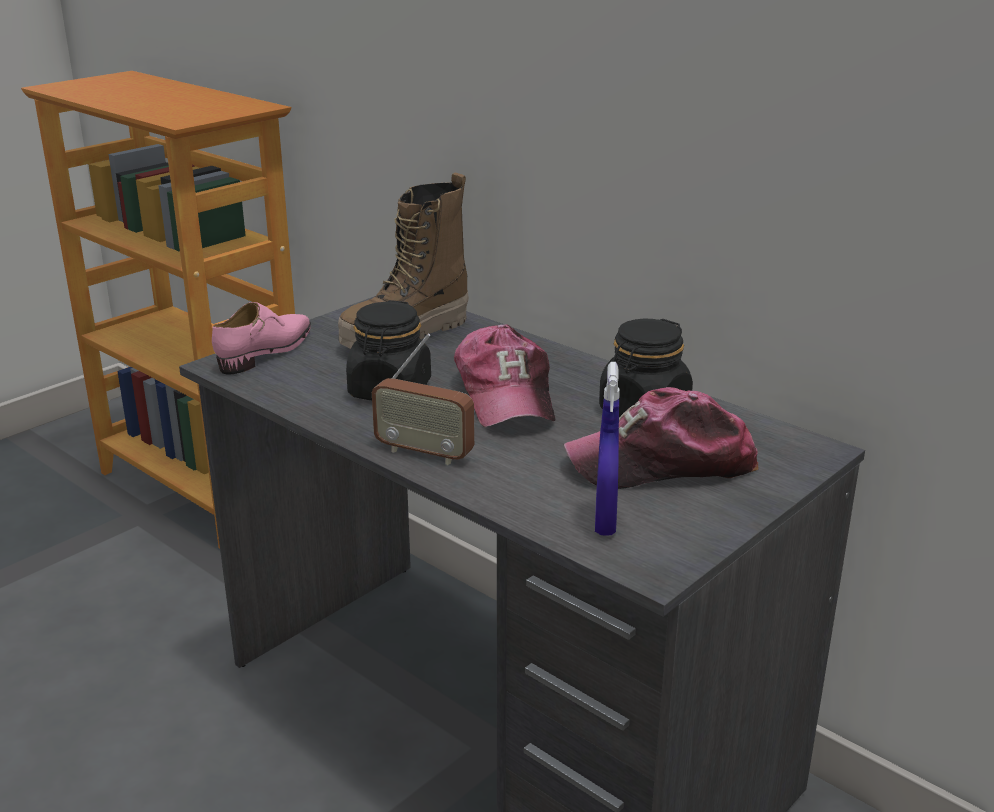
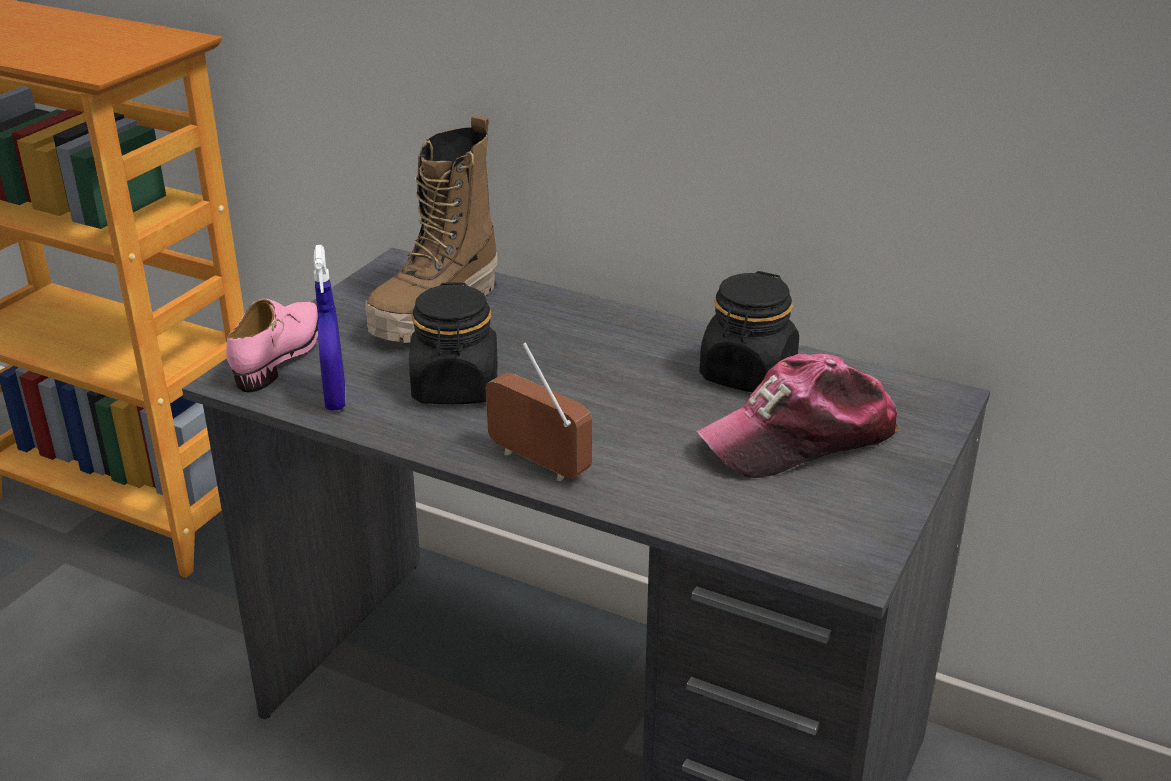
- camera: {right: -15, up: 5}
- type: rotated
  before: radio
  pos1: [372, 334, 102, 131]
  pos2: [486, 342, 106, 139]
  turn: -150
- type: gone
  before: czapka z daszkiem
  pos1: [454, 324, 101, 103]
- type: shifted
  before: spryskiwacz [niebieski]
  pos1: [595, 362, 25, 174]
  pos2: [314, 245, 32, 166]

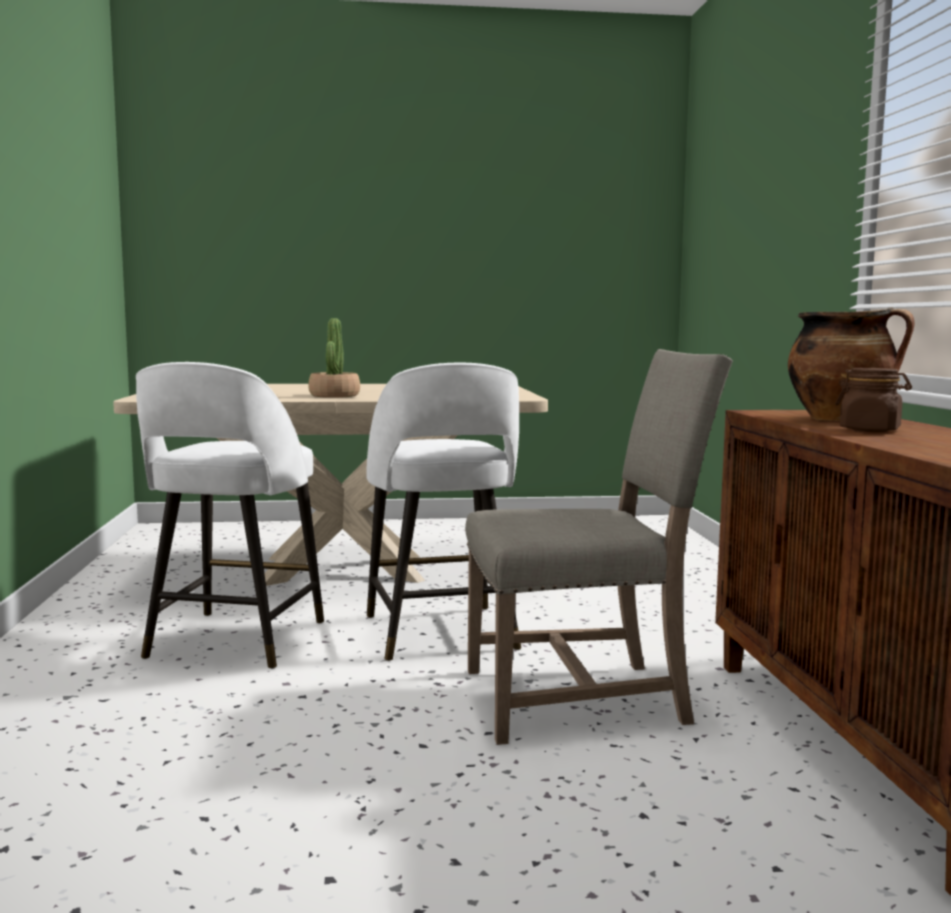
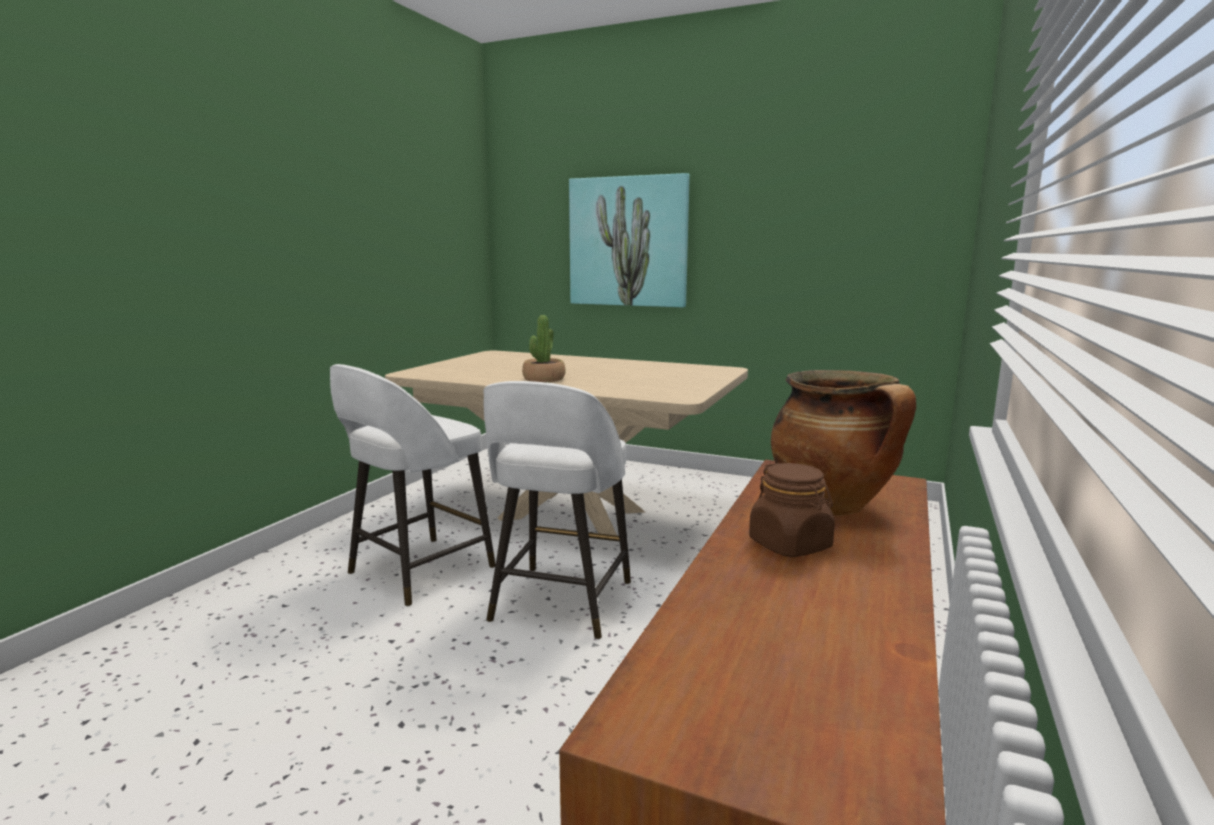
- camera: {right: 30, up: 5}
- type: gone
  before: krzesło [beżowy]
  pos1: [465, 349, 268, 396]
- type: new
  after: obraz
  pos2: [569, 173, 121, 134]

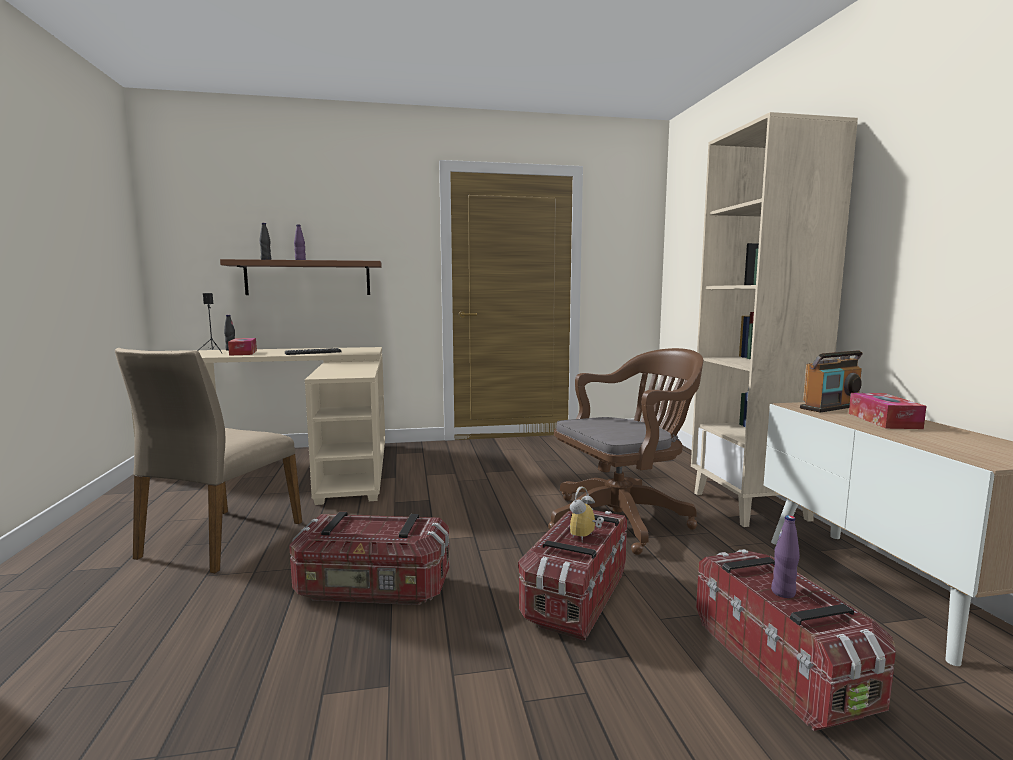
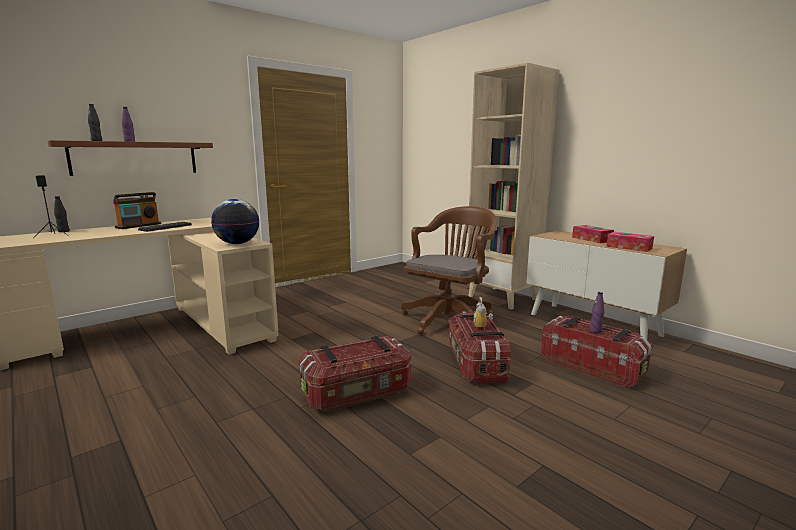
- camera: {right: -30, up: 5}
- type: gone
  before: krzesło [beżowy]
  pos1: [115, 348, 187, 225]
- type: shifted
  before: pudełko chusteczek
  pos1: [228, 338, 29, 18]
  pos2: [606, 232, 48, 20]
- type: shifted
  before: radio
  pos1: [800, 350, 63, 63]
  pos2: [113, 192, 48, 37]
- type: new
  after: globus
  pos2: [211, 199, 49, 45]

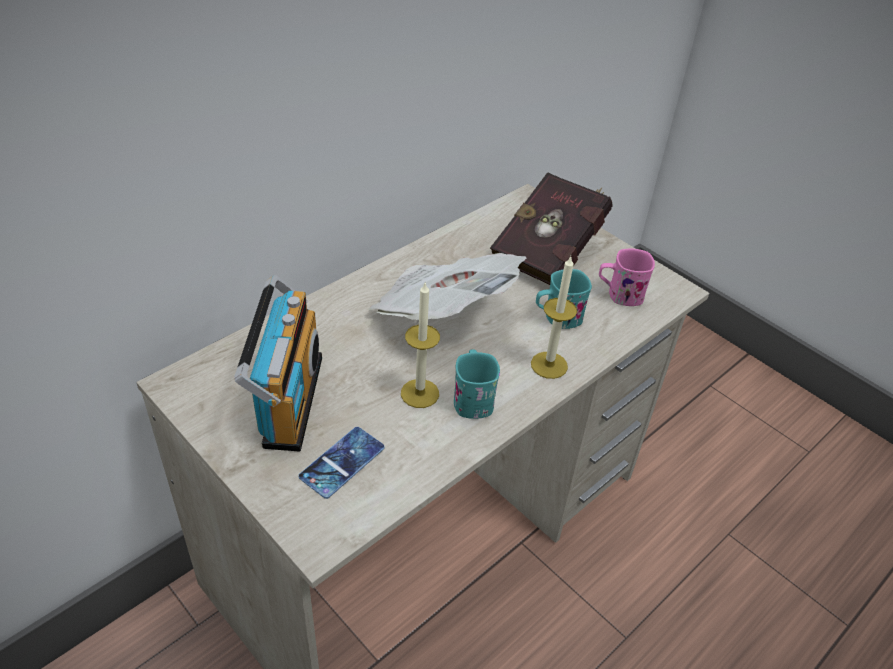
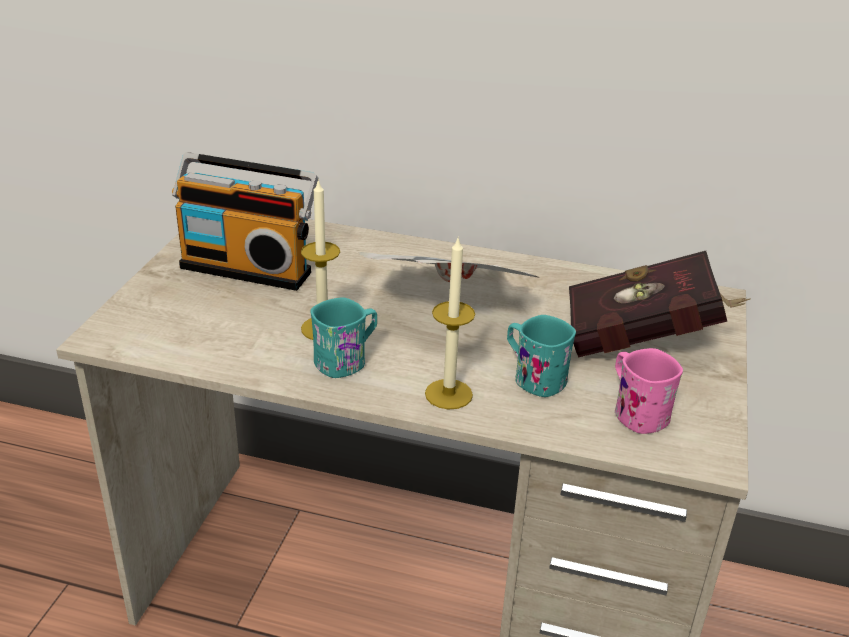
- camera: {right: 60, up: -10}
- type: rotated
  before: radio
  pos1: [234, 275, 88, 177]
  pos2: [172, 152, 147, 139]
  turn: 45
- type: gone
  before: telefon
  pos1: [298, 427, 87, 72]

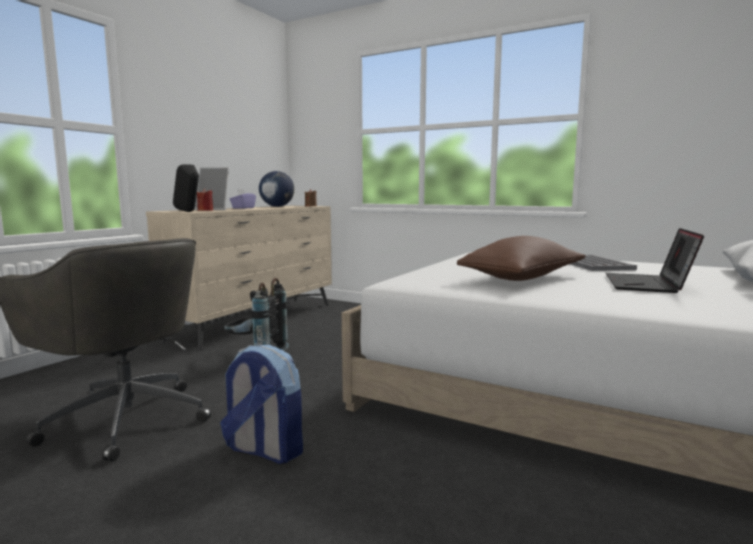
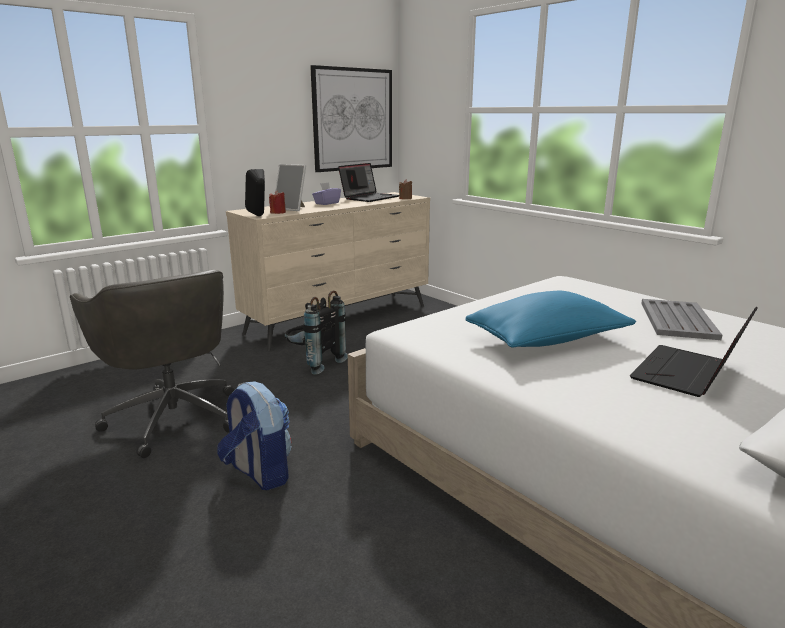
- camera: {right: 20, up: 10}
- type: swapped
  before: globus
  after: laptop
  pos1: [259, 171, 36, 36]
  pos2: [338, 163, 61, 39]
- type: repainted
  before: poduszka [brązowy]
  after: poduszka [niebieski]
  pos1: [457, 236, 129, 45]
  pos2: [465, 291, 171, 57]
- type: new
  after: obraz
  pos2: [310, 65, 82, 107]

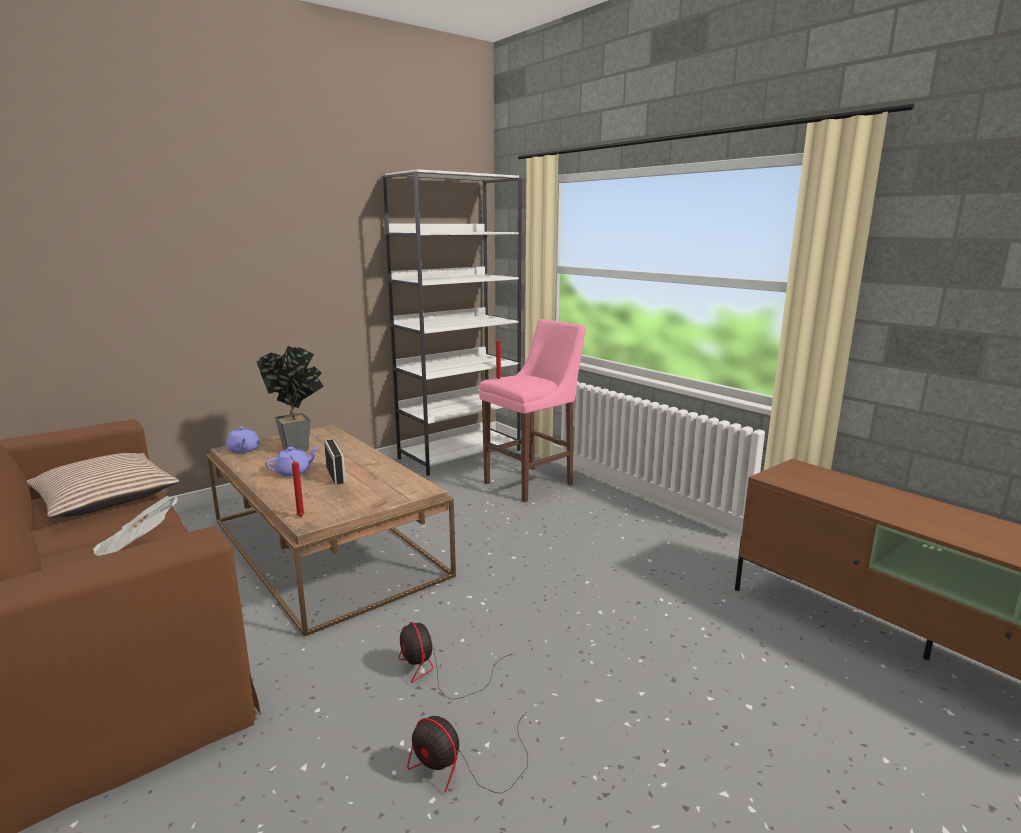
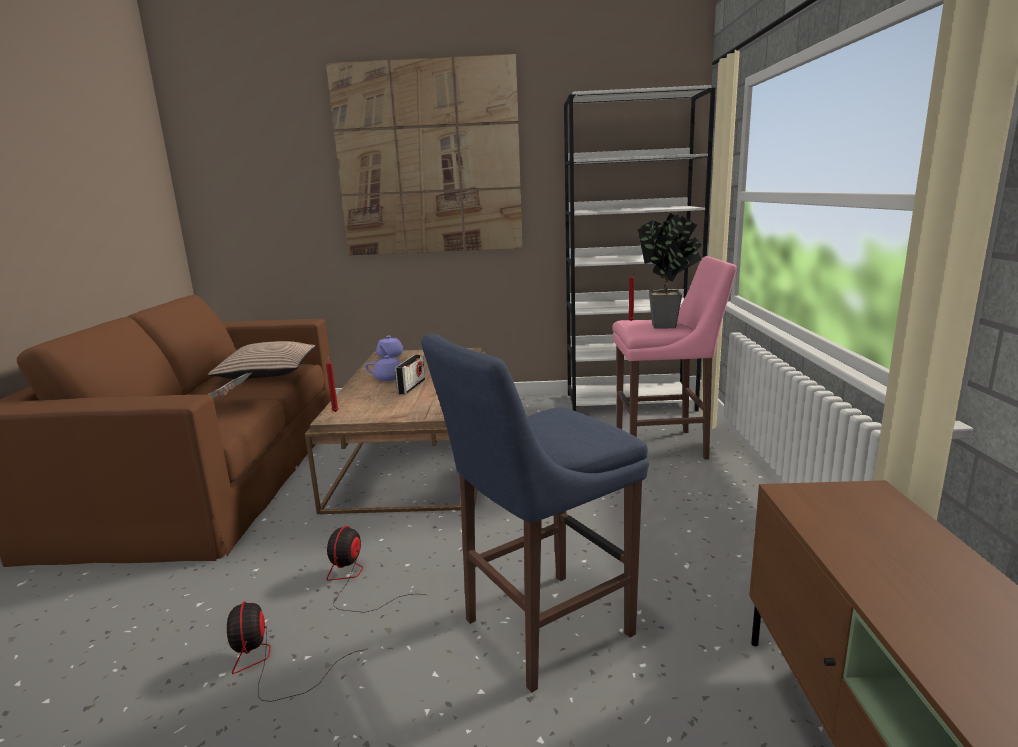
- camera: {right: 40, up: 0}
- type: shifted
  before: roślina doniczkowa
  pos1: [256, 346, 68, 105]
  pos2: [638, 213, 64, 116]
- type: new
  after: obraz
  pos2: [326, 54, 197, 201]
- type: new
  after: stołek [niebieski]
  pos2: [421, 334, 227, 359]

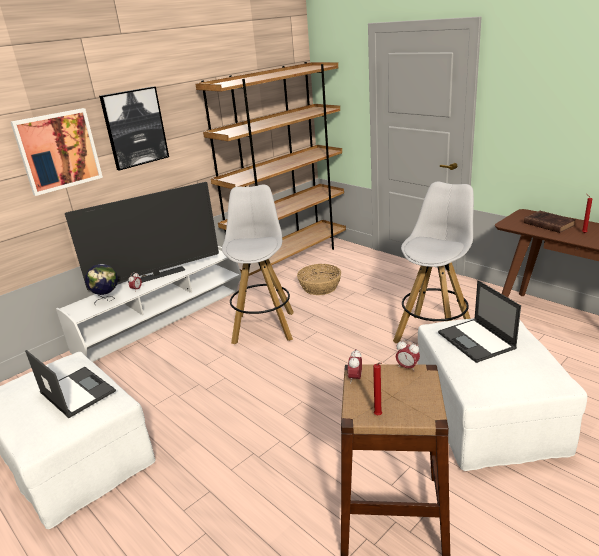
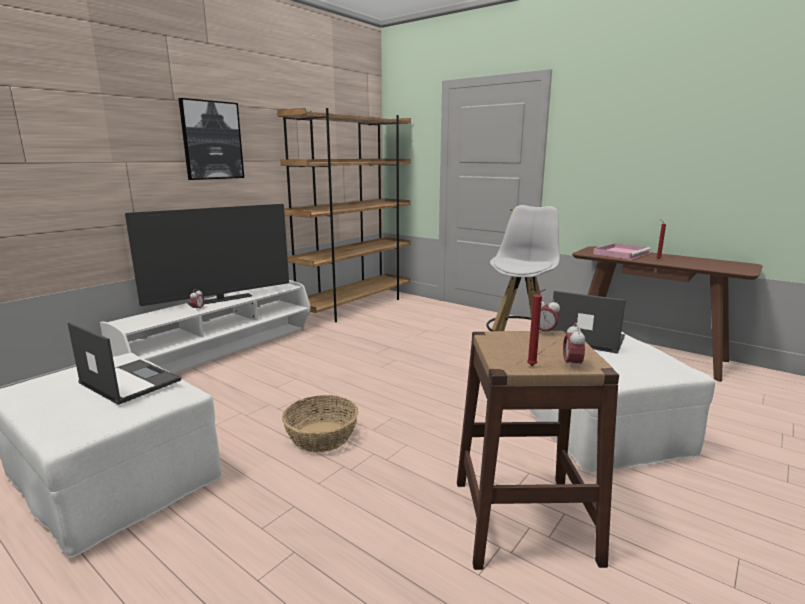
- camera: {right: -10, up: -10}
- type: gone
  before: obraz
  pos1: [11, 108, 92, 88]
- type: gone
  before: globus
  pos1: [85, 264, 33, 40]
- type: gone
  before: stołek [biały]
  pos1: [222, 184, 72, 160]
- type: shifted
  before: koszyk
  pos1: [297, 264, 44, 31]
  pos2: [282, 395, 76, 58]
- type: shifted
  before: budzik
  pos1: [348, 349, 14, 35]
  pos2: [563, 323, 22, 47]
- type: rotated
  before: laptop
  pos1: [438, 280, 83, 83]
  pos2: [550, 291, 76, 63]
  turn: 150
- type: swapped
  before: książka [brązowy]
  after: taca [różowy]
  pos1: [524, 211, 52, 22]
  pos2: [593, 243, 58, 17]

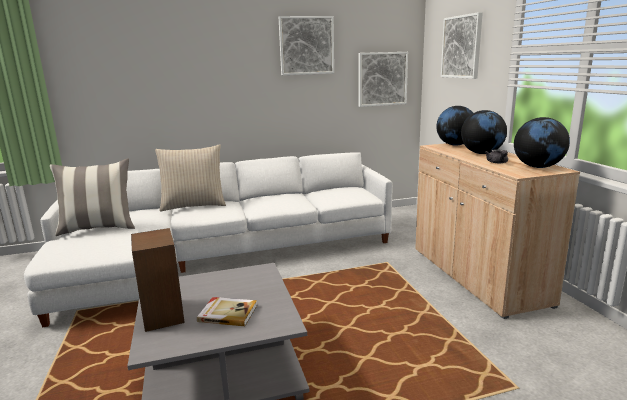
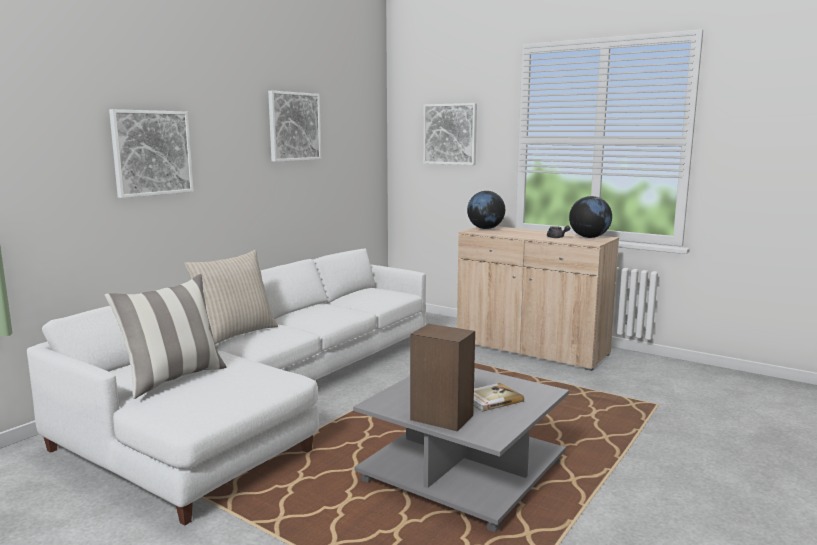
- camera: {right: -40, up: -5}
- type: shifted
  before: obraz
  pos1: [359, 52, 49, 55]
  pos2: [109, 109, 85, 89]
- type: gone
  before: globus
  pos1: [461, 110, 46, 44]

